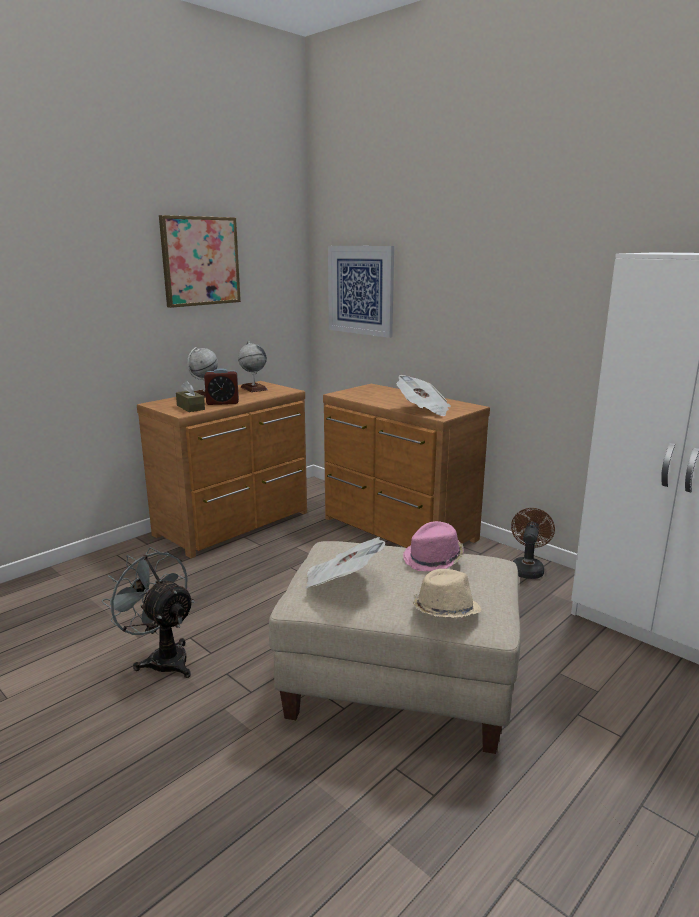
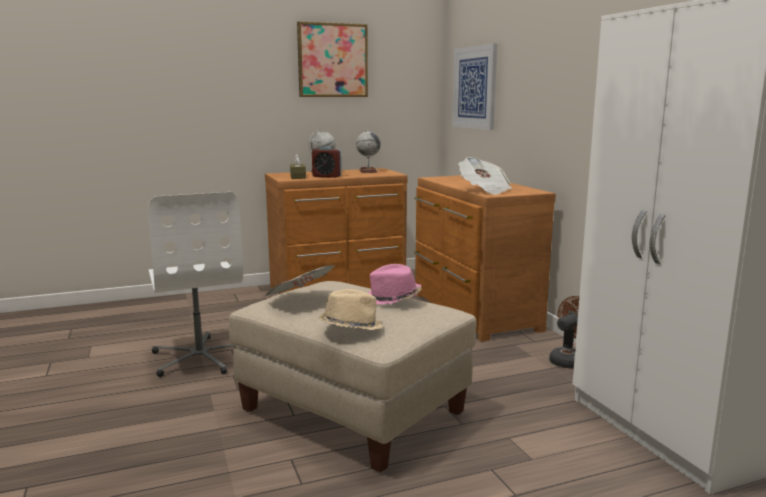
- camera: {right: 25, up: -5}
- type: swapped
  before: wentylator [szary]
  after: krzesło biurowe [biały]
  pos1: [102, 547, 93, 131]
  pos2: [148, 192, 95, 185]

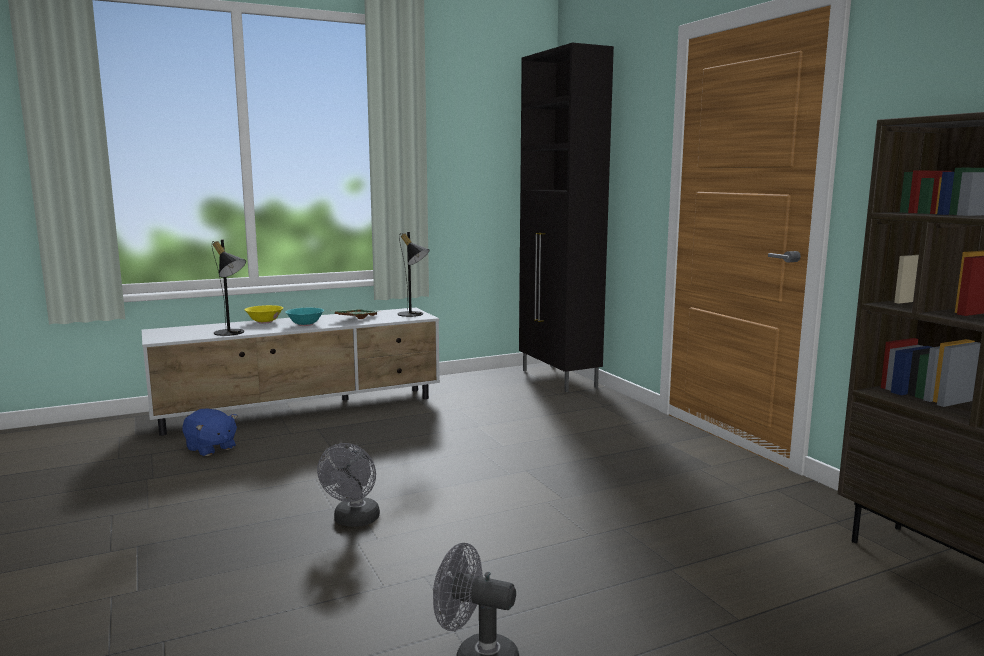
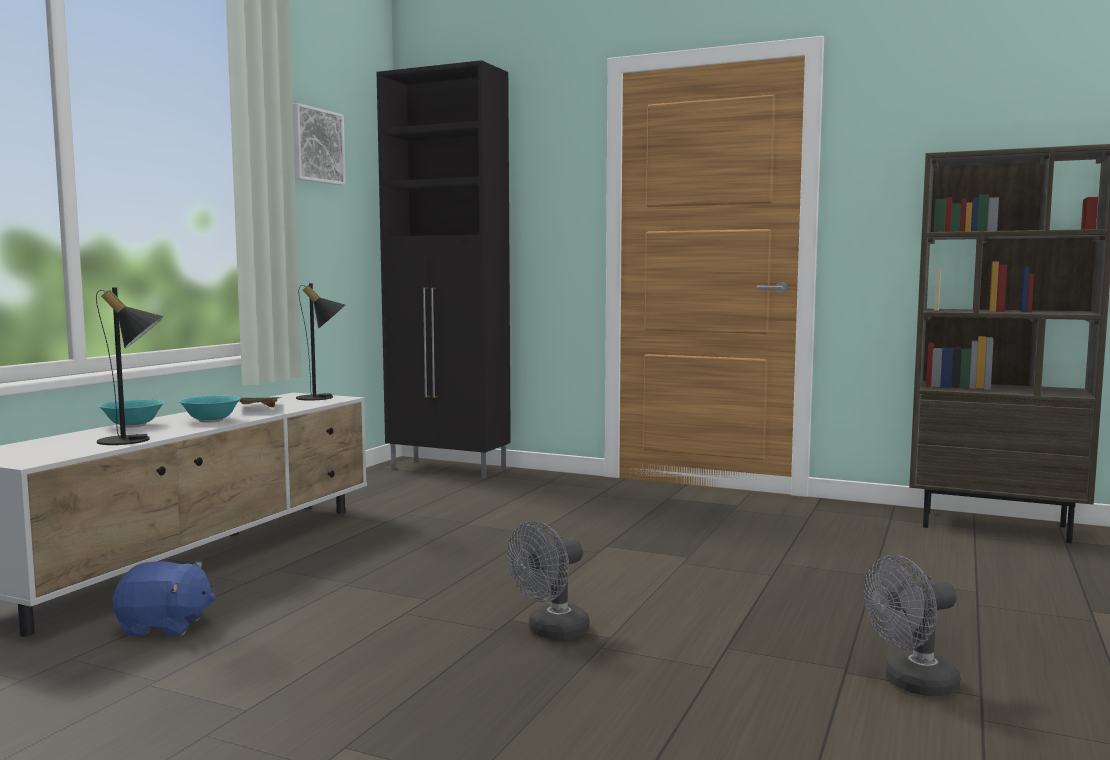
- camera: {right: -40, up: -5}
- type: repainted
  before: miska [żółty]
  after: miska [turkusowy]
  pos1: [244, 305, 39, 19]
  pos2: [99, 400, 66, 28]
- type: rotated
  before: wentylator [szary]
  pos1: [317, 443, 63, 84]
  pos2: [507, 521, 83, 119]
  turn: 75
- type: new
  after: obraz
  pos2: [292, 103, 54, 82]

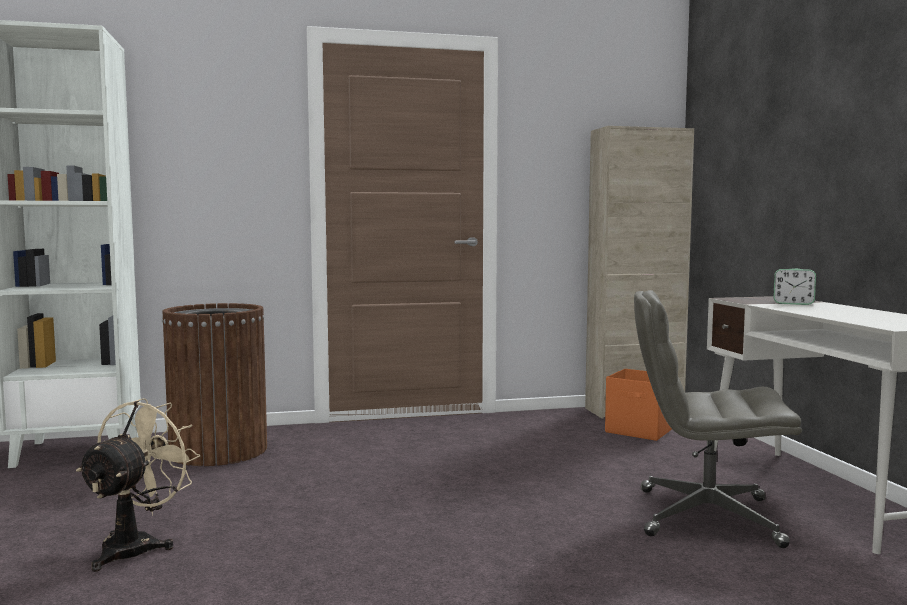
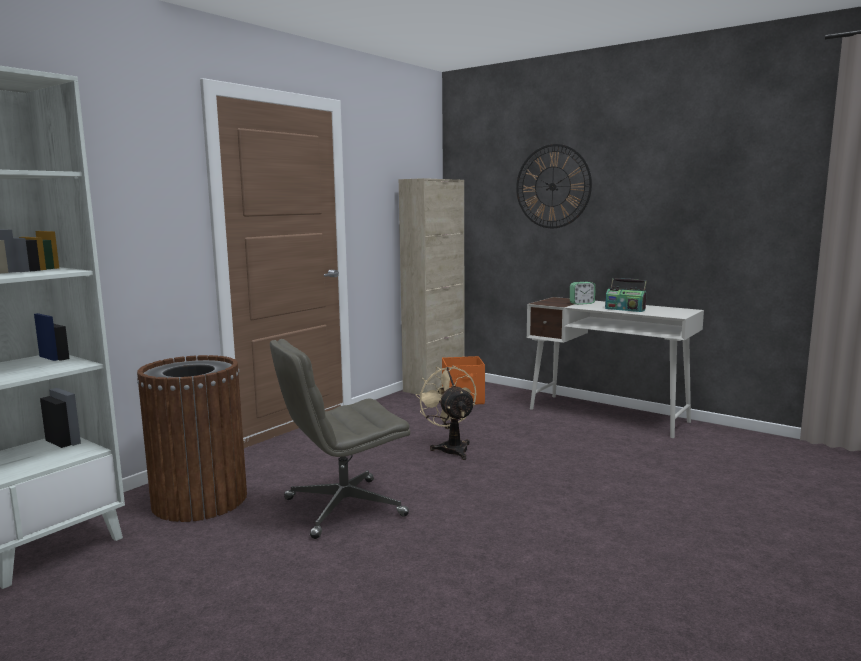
- camera: {right: -40, up: 5}
- type: shifted
  before: wentylator [beżowy]
  pos1: [76, 398, 124, 174]
  pos2: [416, 366, 60, 94]
- type: shifted
  before: krzesło biurowe [szary]
  pos1: [634, 290, 168, 258]
  pos2: [270, 339, 140, 200]
- type: new
  after: zegar ścienny
  pos2: [516, 144, 76, 84]
- type: new
  after: radio
  pos2: [605, 278, 42, 34]

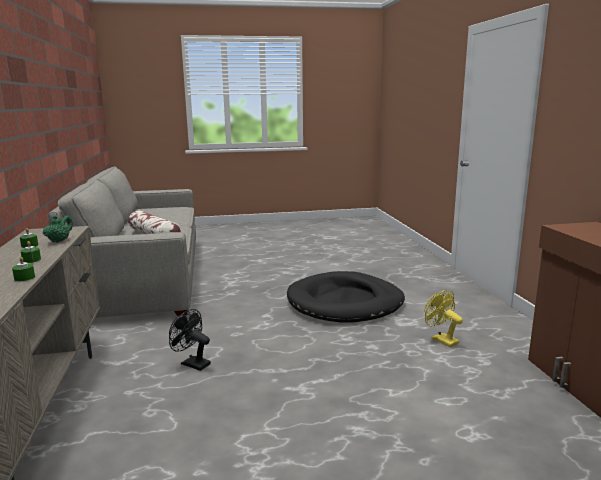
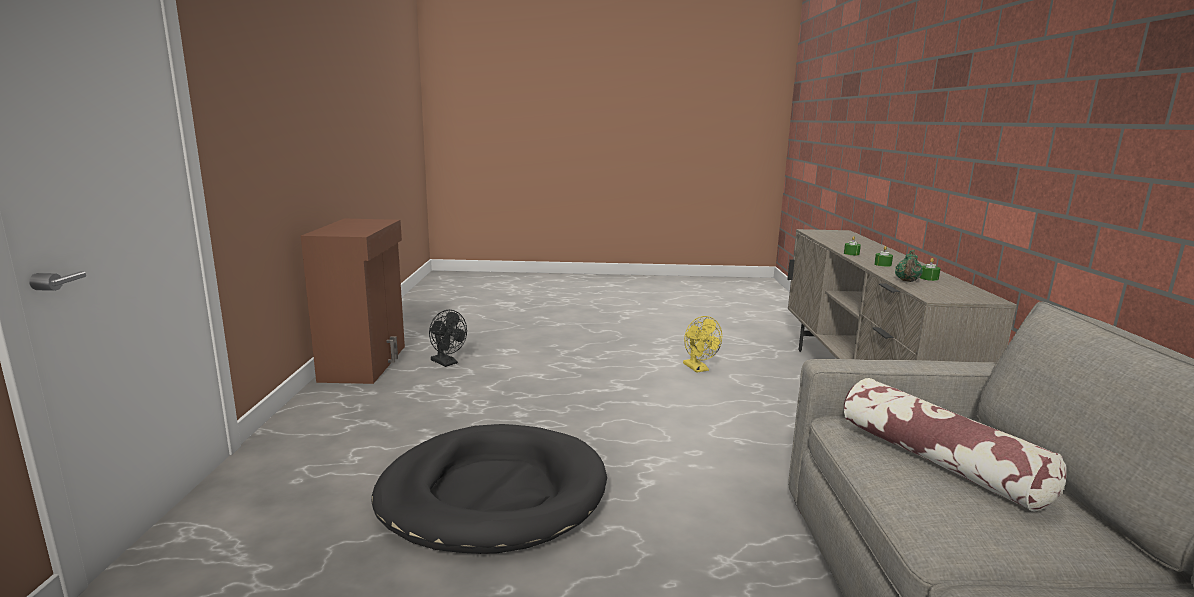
- camera: {right: -170, up: 0}
- type: shifted
  before: wentylator [czarny]
  pos1: [169, 309, 42, 62]
  pos2: [429, 310, 38, 57]
- type: shifted
  before: wentylator [żółty]
  pos1: [425, 290, 38, 57]
  pos2: [683, 316, 39, 57]

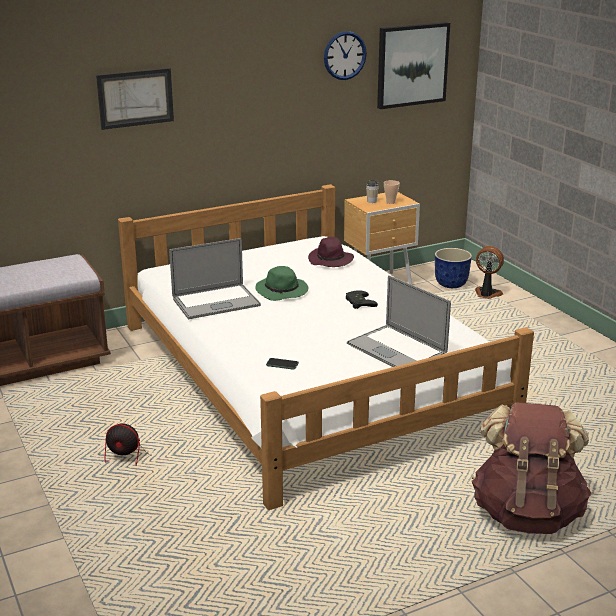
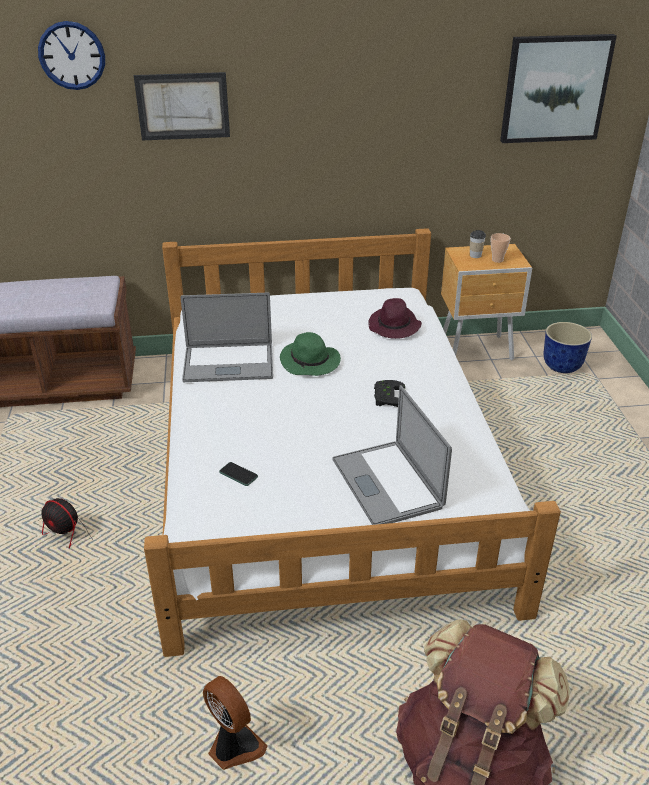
- camera: {right: 20, up: 10}
- type: shifted
  before: zegar ścienny
  pos1: [324, 31, 43, 49]
  pos2: [38, 21, 67, 69]
- type: shifted
  before: wentylator
  pos1: [475, 246, 29, 53]
  pos2: [203, 676, 64, 94]

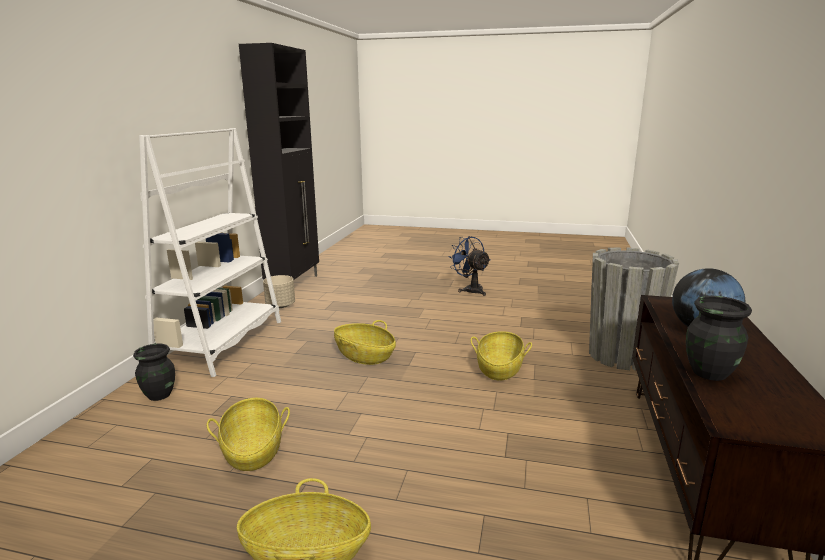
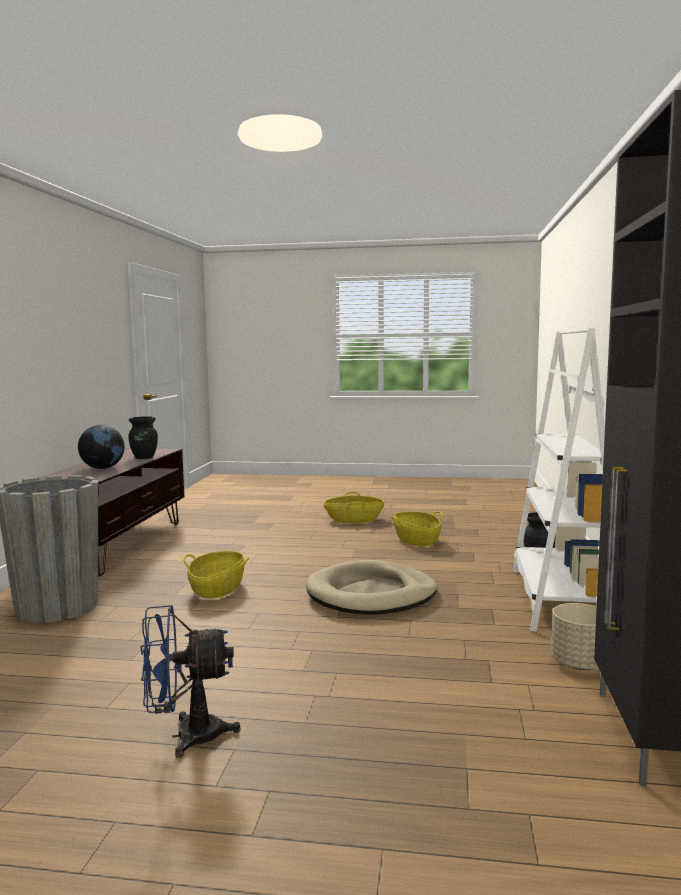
- camera: {right: 175, up: -10}
- type: swapped
  before: koszyk
  after: legowisko [beżowy]
  pos1: [334, 320, 62, 45]
  pos2: [306, 560, 131, 55]
- type: rotated
  before: wentylator [niebieski]
  pos1: [448, 236, 43, 60]
  pos2: [140, 605, 100, 153]
  turn: 120

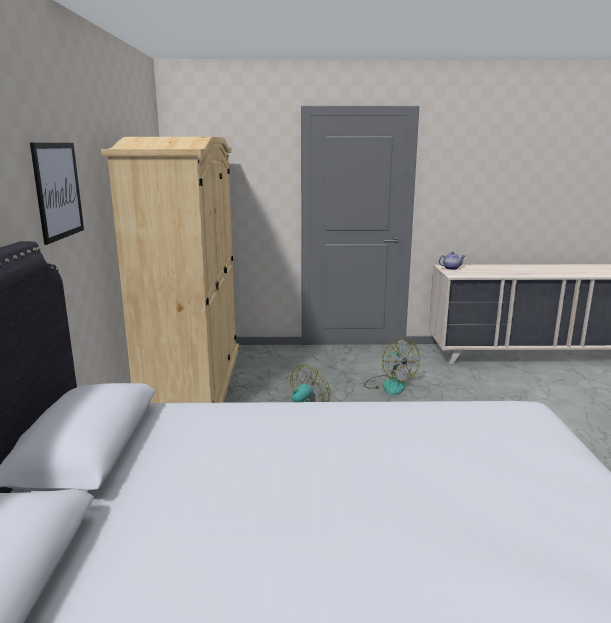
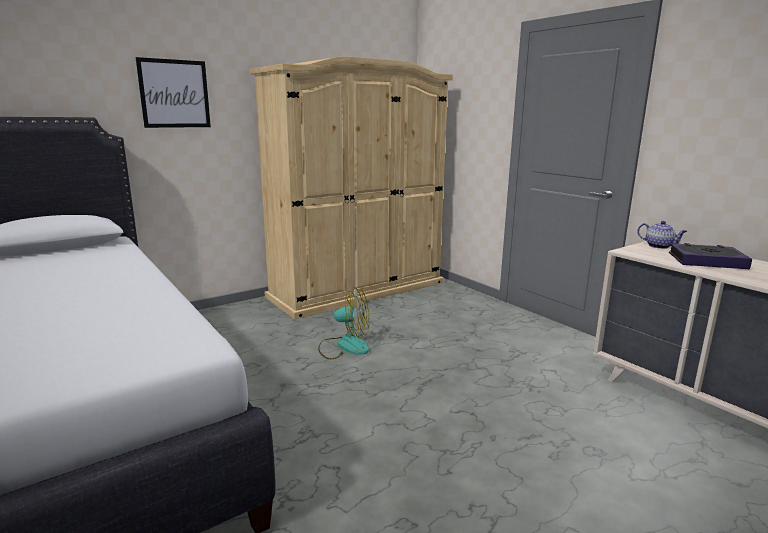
- camera: {right: 55, up: 0}
- type: gone
  before: wentylator
  pos1: [364, 338, 56, 57]
- type: new
  after: książka
  pos2: [669, 243, 83, 26]

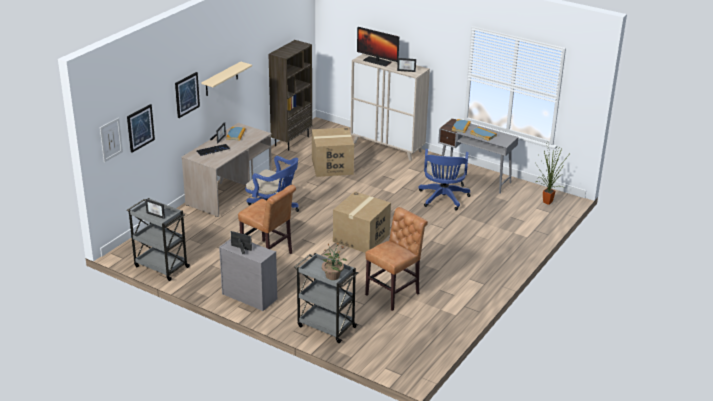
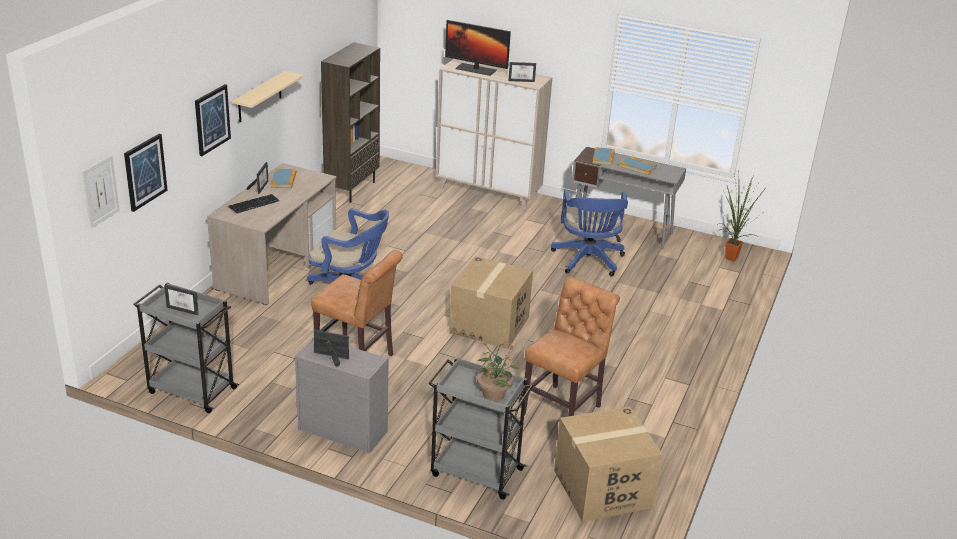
- camera: {right: -10, up: 0}
- type: shifted
  before: karton
  pos1: [312, 127, 42, 50]
  pos2: [554, 406, 109, 116]

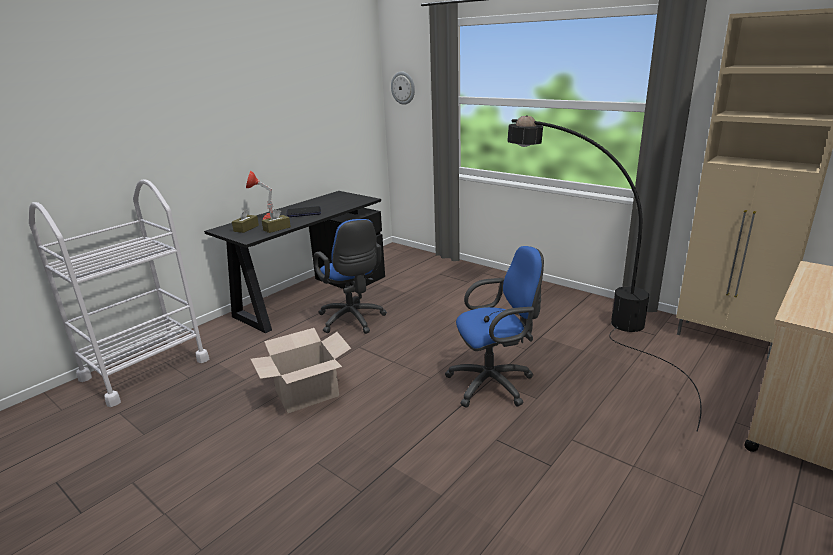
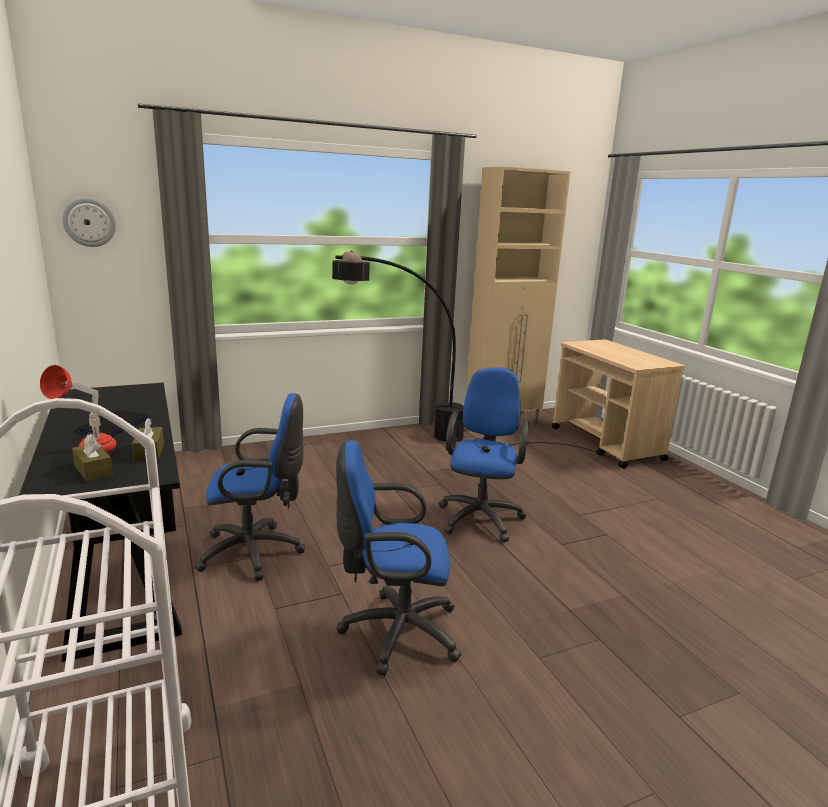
- camera: {right: -65, up: -5}
- type: swapped
  before: karton
  after: krzesło biurowe [niebieski]
  pos1: [251, 328, 100, 85]
  pos2: [336, 440, 126, 236]

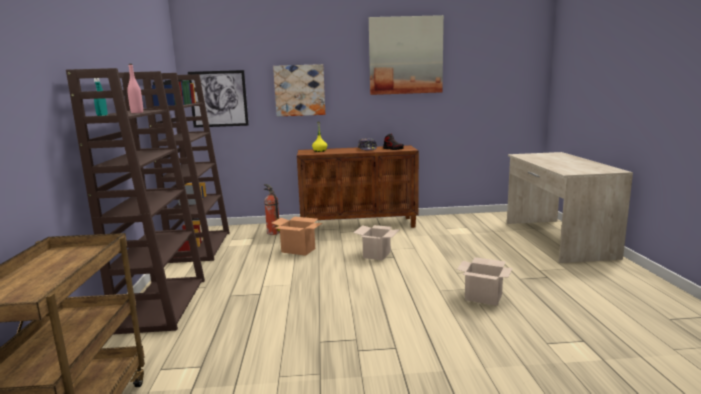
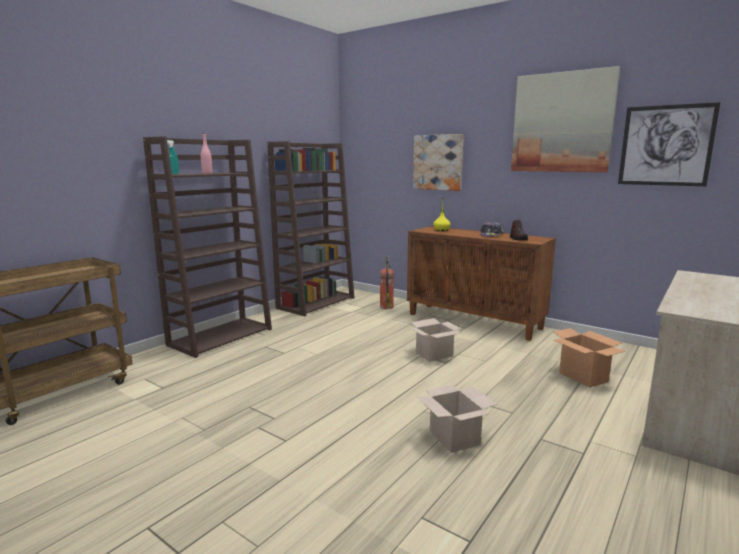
- camera: {right: 40, up: 0}
- type: shifted
  before: obraz
  pos1: [188, 70, 61, 58]
  pos2: [618, 102, 102, 84]
- type: shifted
  before: karton
  pos1: [272, 217, 51, 39]
  pos2: [554, 328, 71, 60]

